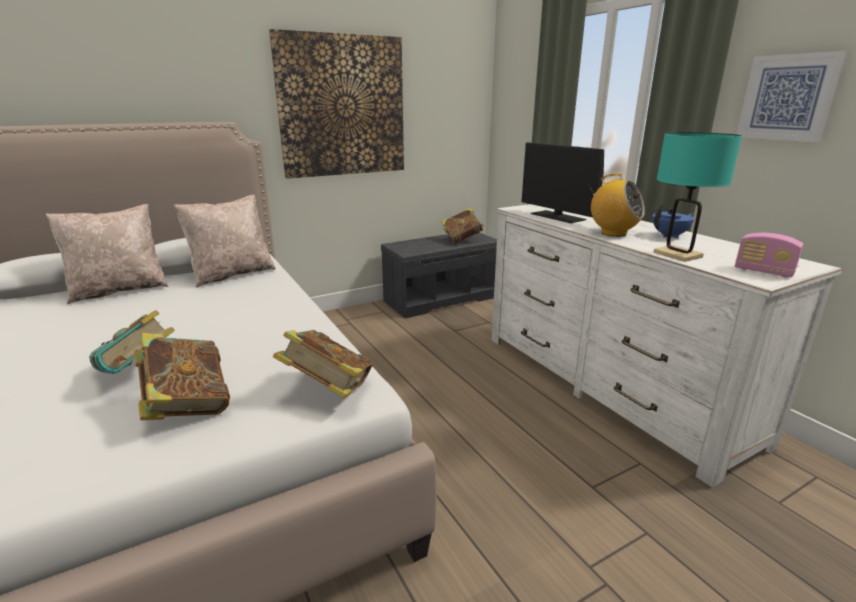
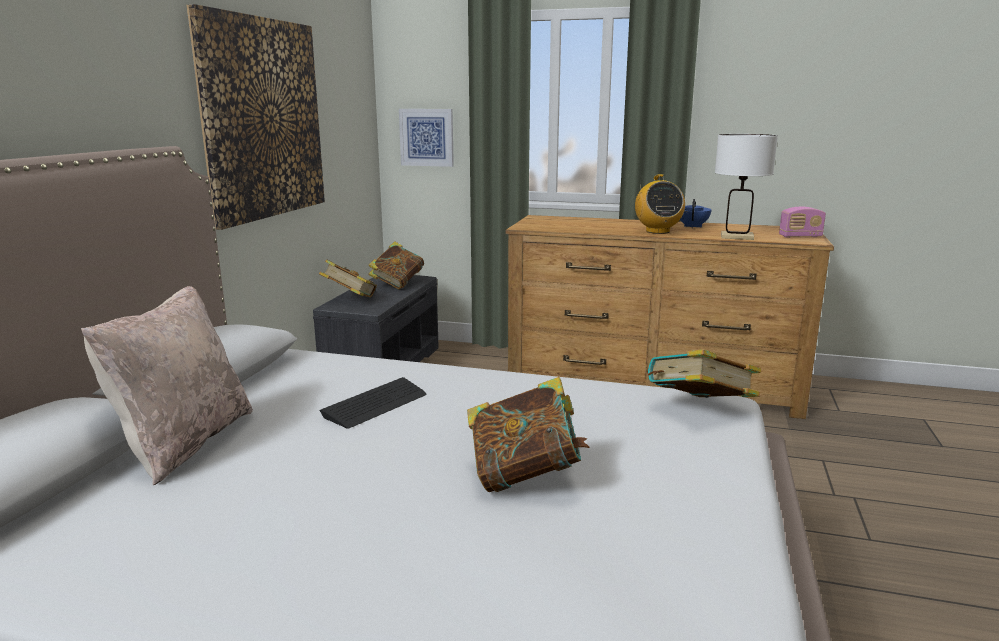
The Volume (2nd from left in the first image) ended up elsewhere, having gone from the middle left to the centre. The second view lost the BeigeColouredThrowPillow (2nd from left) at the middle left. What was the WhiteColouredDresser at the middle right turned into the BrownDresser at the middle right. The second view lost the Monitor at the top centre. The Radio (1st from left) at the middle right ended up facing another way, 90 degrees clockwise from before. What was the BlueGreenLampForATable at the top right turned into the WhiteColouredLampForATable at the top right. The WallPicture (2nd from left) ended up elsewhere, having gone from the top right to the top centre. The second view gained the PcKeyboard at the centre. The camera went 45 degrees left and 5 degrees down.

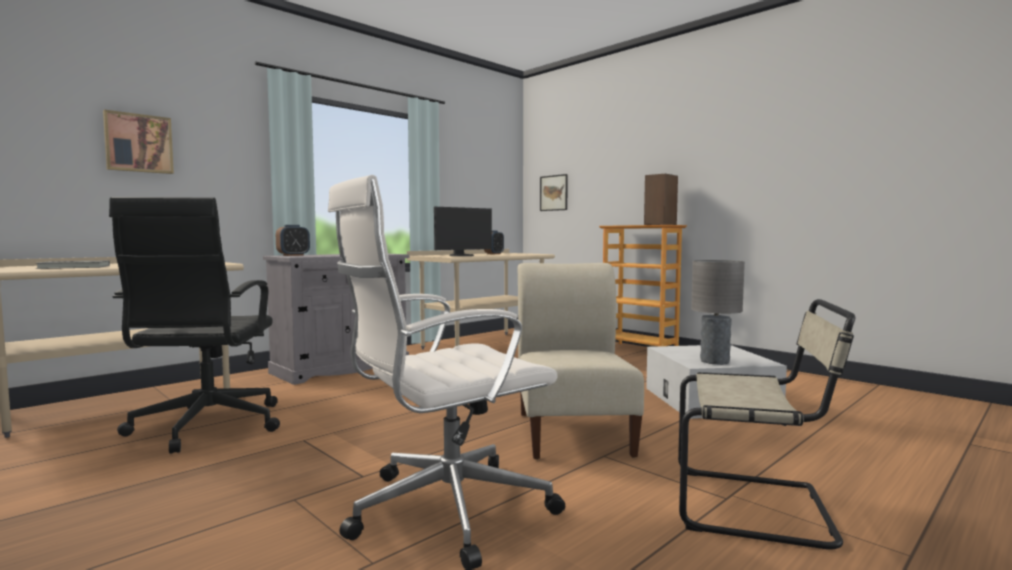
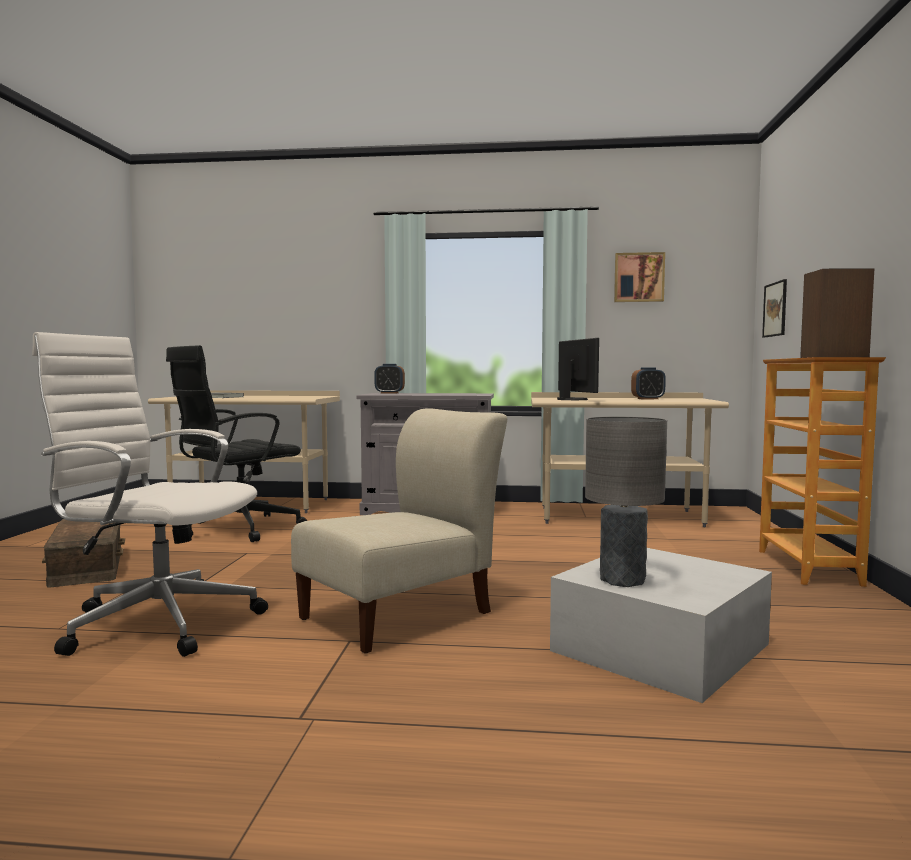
The WallPicture (1st from left) ended up elsewhere, having gone from the top left to the top right. The Monitor at the centre ended up facing another way, 120 degrees counterclockwise from before. The second view lost the BeigeColouredChair (2nd from left) at the bottom right. The second view gained the BrownStorageBox at the middle left. The camera went 50 degrees right and 0 degrees up.

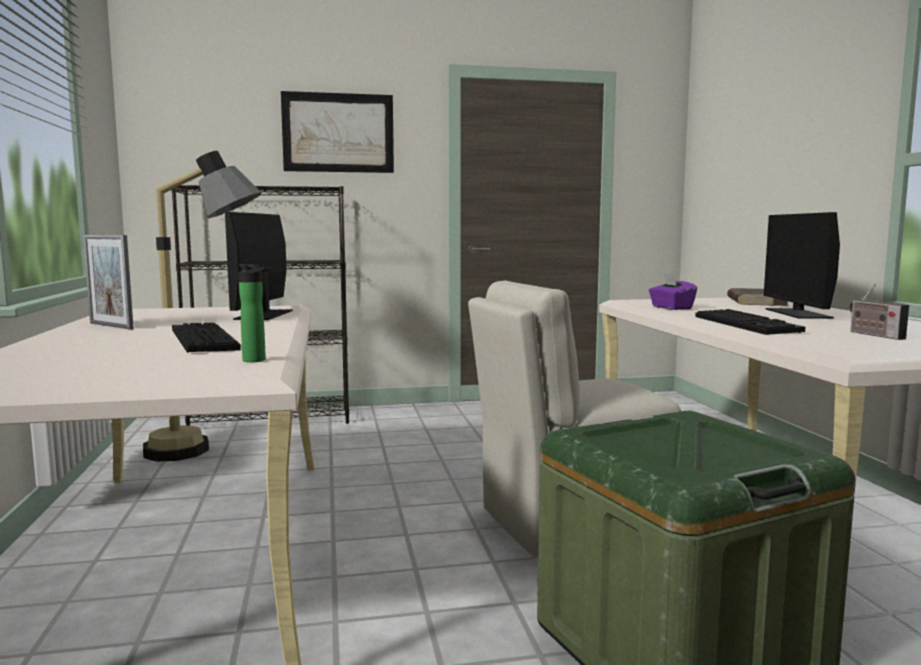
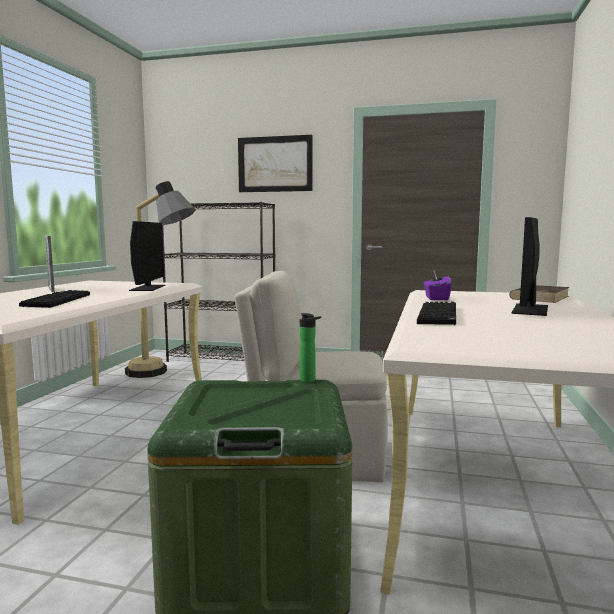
The Monitor (1st from left) at the middle left ended up facing another way, 150 degrees clockwise from before. The Bottle ended up elsewhere, having gone from the middle left to the centre. The second view lost the Radio at the middle right. The camera went 25 degrees right and 0 degrees up.

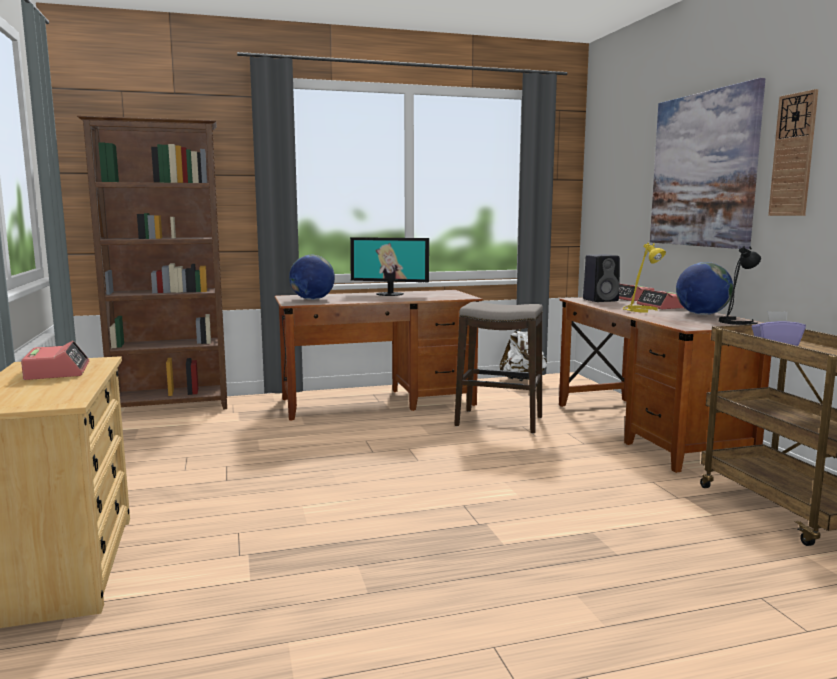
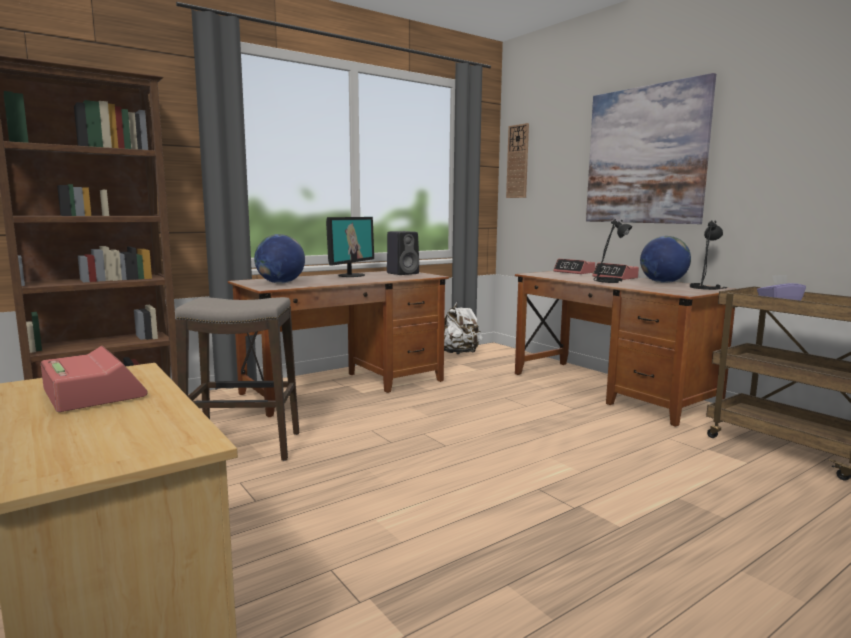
The Monitor at the centre ended up facing another way, 60 degrees counterclockwise from before. The StoolSeat ended up elsewhere, having gone from the centre to the middle left. The BlackColouredAudioSpeaker ended up elsewhere, having gone from the middle right to the centre. What was the YellowLampForATable at the middle right turned into the BlackColouredLampForATable (1st from left) at the middle right. The HangingClock ended up elsewhere, having gone from the top right to the top centre. The camera went 20 degrees left and 0 degrees up.

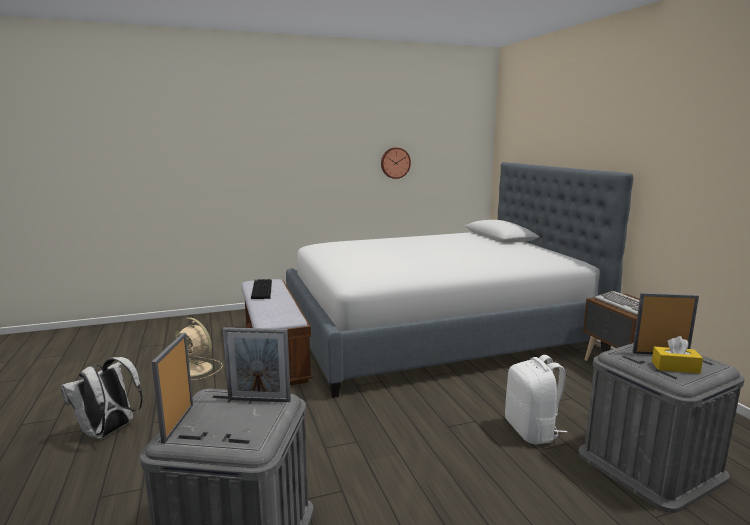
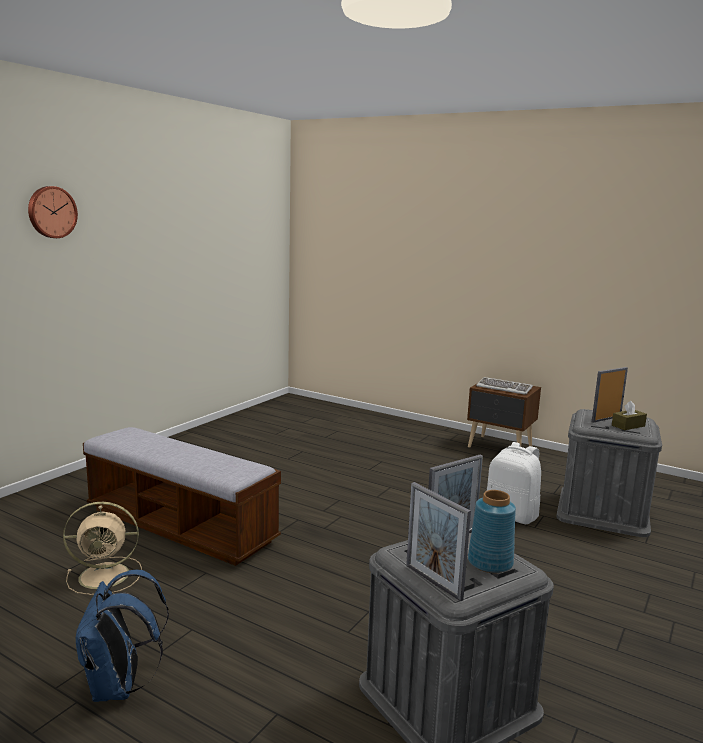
What was the WhiteColouredBackpack (1st from left) at the bottom left turned into the BlueColouredBackpack at the bottom left. The second view lost the PcKeyboard (1st from left) at the centre. The second view lost the SleepingBed at the centre. The HangingClock ended up elsewhere, having gone from the top centre to the top left. What was the YellowTissueHolder at the bottom right turned into the BrownTissueHolder at the middle right. The second view gained the BlueColouredVase at the bottom right. The camera went 40 degrees left and 0 degrees up.

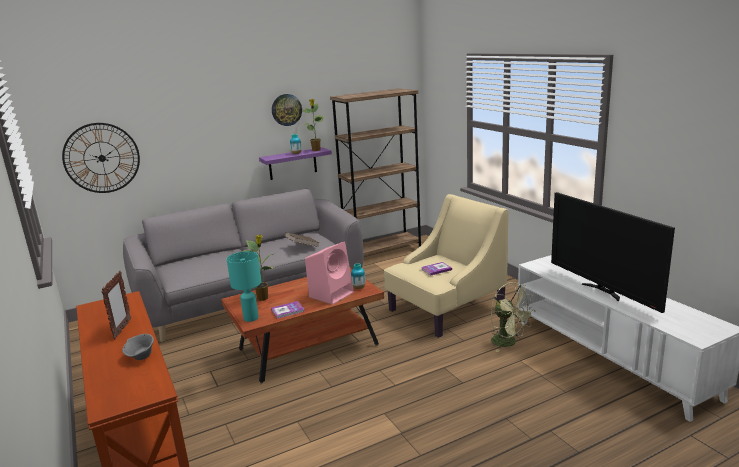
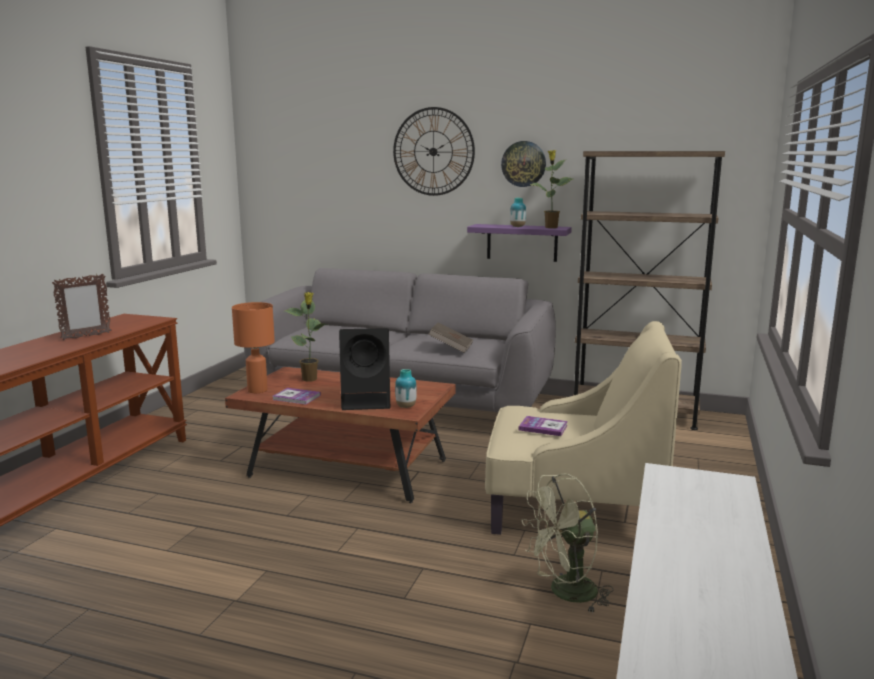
The HangingClock (1st from left) ended up elsewhere, having gone from the middle left to the top centre. The second view lost the GreyDeepDish at the bottom left. What was the BlueGreenLampForATable at the middle left turned into the OrangeyLampForATable at the middle left. What was the PinkAudioSpeaker at the centre turned into the BlackColouredAudioSpeaker at the centre. The GreenCoolingFan at the bottom right ended up facing another way, 60 degrees clockwise from before. The second view lost the Tv at the middle right. The camera went 45 degrees right and 5 degrees down.

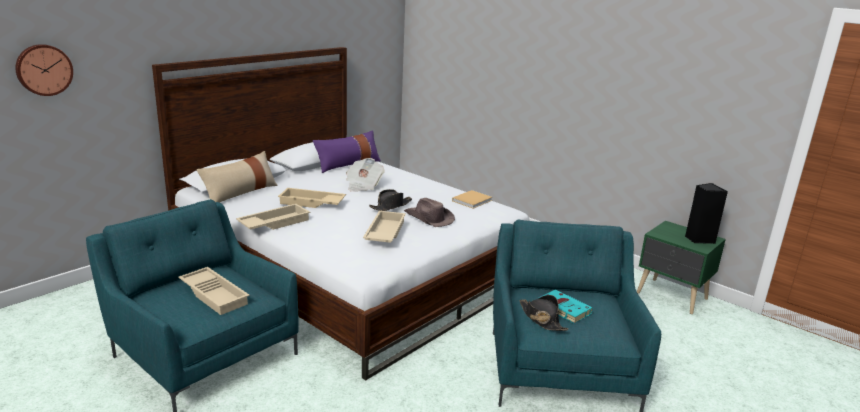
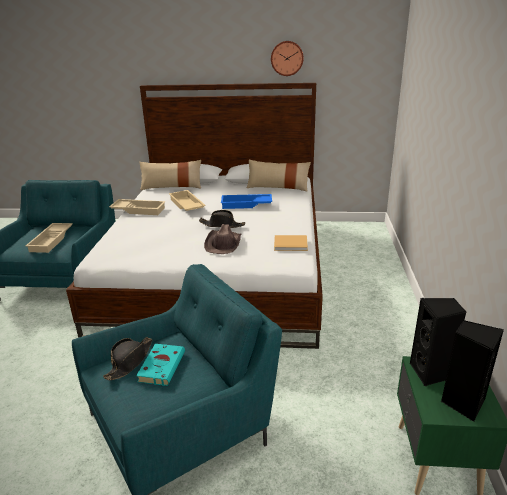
The HangingClock ended up elsewhere, having gone from the top left to the top centre. What was the PurpleColouredThrowPillow at the centre turned into the BeigeColouredThrowPillow (2nd from left) at the centre. Where the PrintedPaper stood at the centre, the BlueColouredServingTray came to stand at the centre. The second view lost the BeigeColouredServingTray (4th from left) at the centre. The second view gained the BlackColouredAudioSpeaker (1st from left) at the bottom right. The camera went 55 degrees right and 5 degrees up.

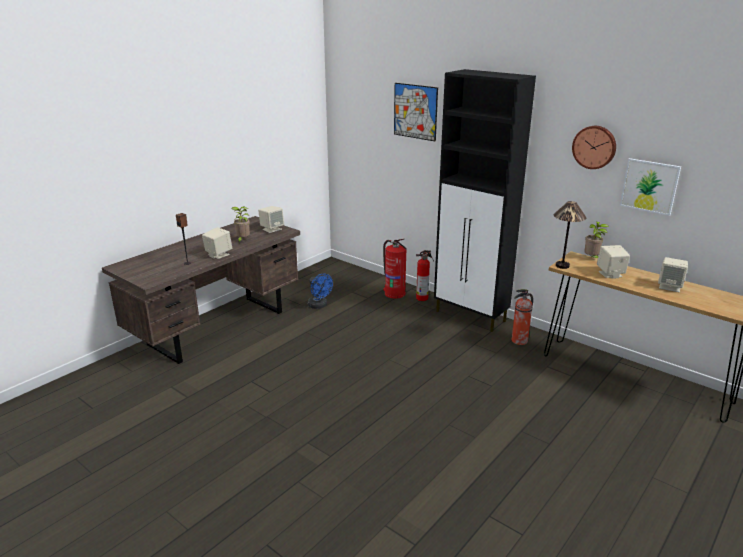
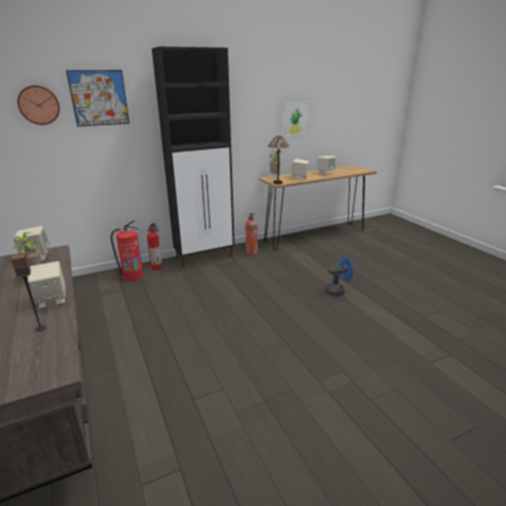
The BlueColouredCoolingFan ended up elsewhere, having gone from the centre to the middle right. The HangingClock ended up elsewhere, having gone from the top right to the top left. The camera went 65 degrees left and 0 degrees up.

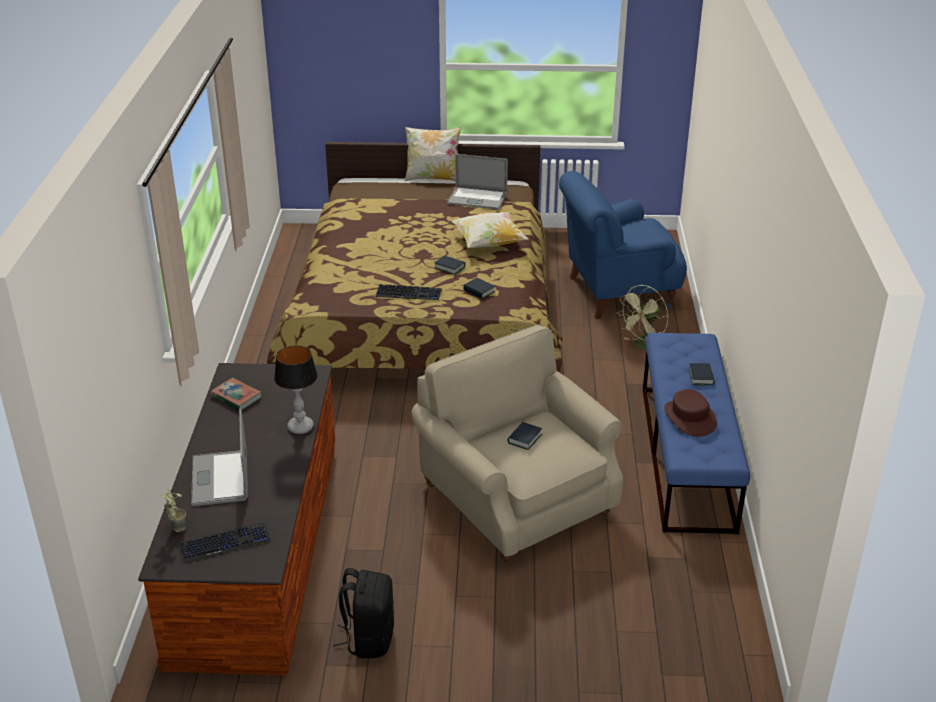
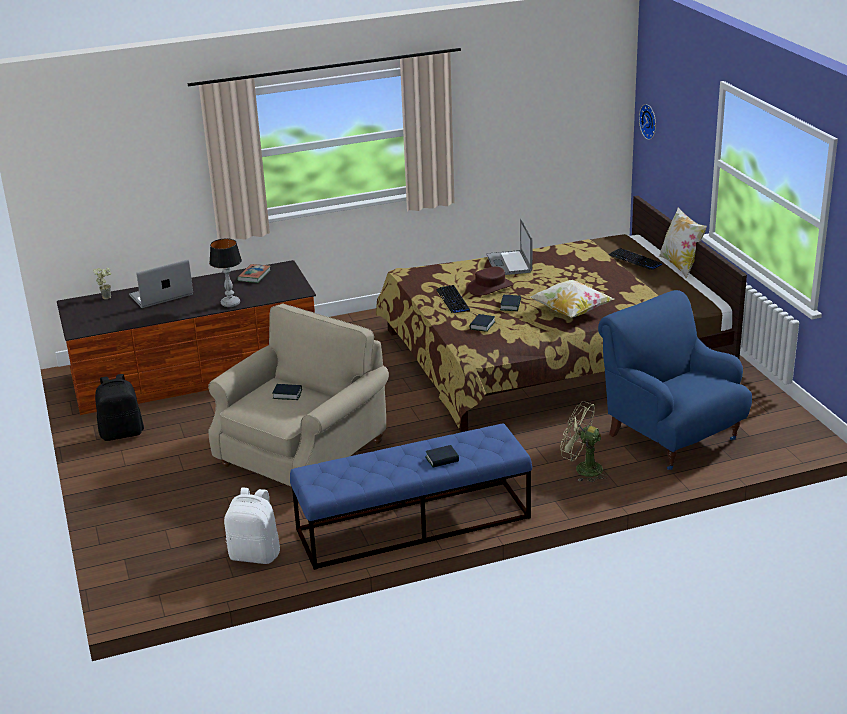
The PcKeyboard (1st from left in the first image) ended up elsewhere, having gone from the bottom left to the middle right. The NotebookComputer (2nd from left) ended up elsewhere, having gone from the top centre to the centre. The BrownWearableHat ended up elsewhere, having gone from the middle right to the centre. The second view gained the WhiteColouredBackpack at the bottom left. The second view gained the HangingClock at the top right. The camera went 70 degrees right and 5 degrees down.

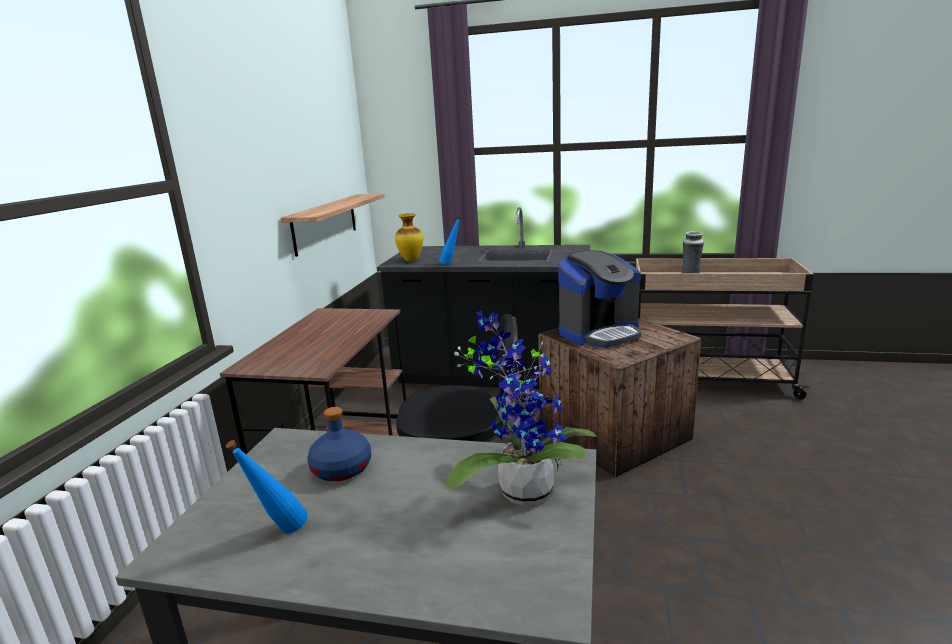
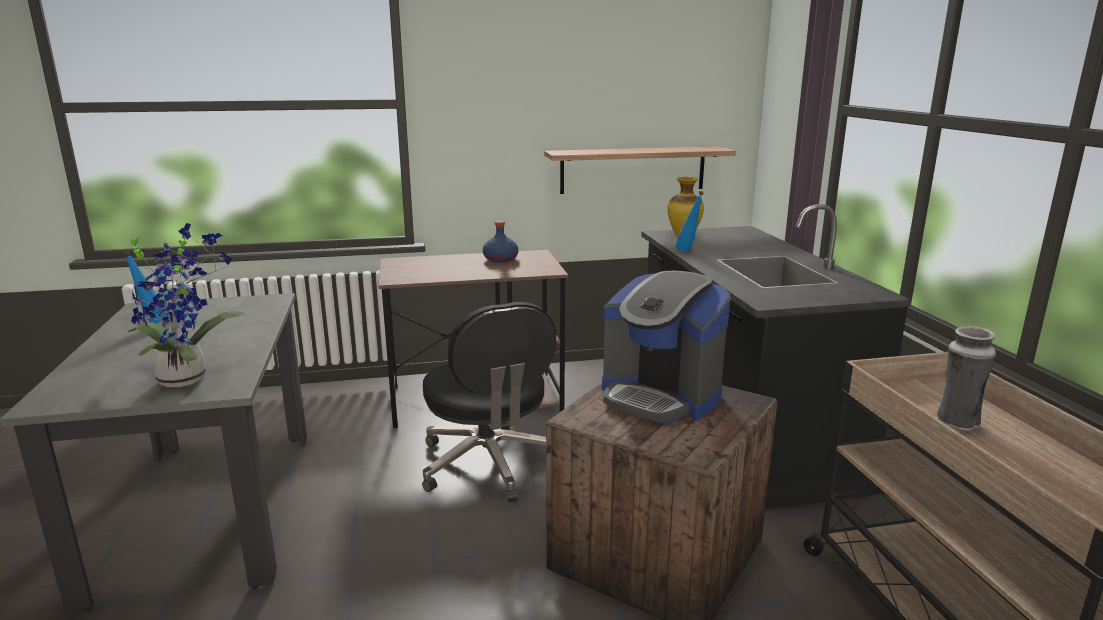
The BlueColouredBottle (2nd from left) ended up elsewhere, having gone from the bottom centre to the centre. The camera went 65 degrees right and 0 degrees up.

